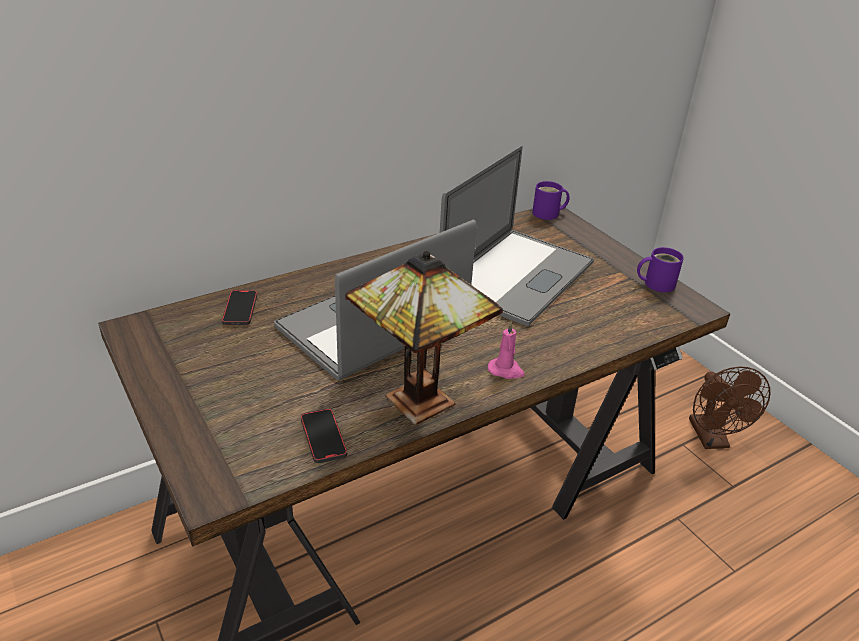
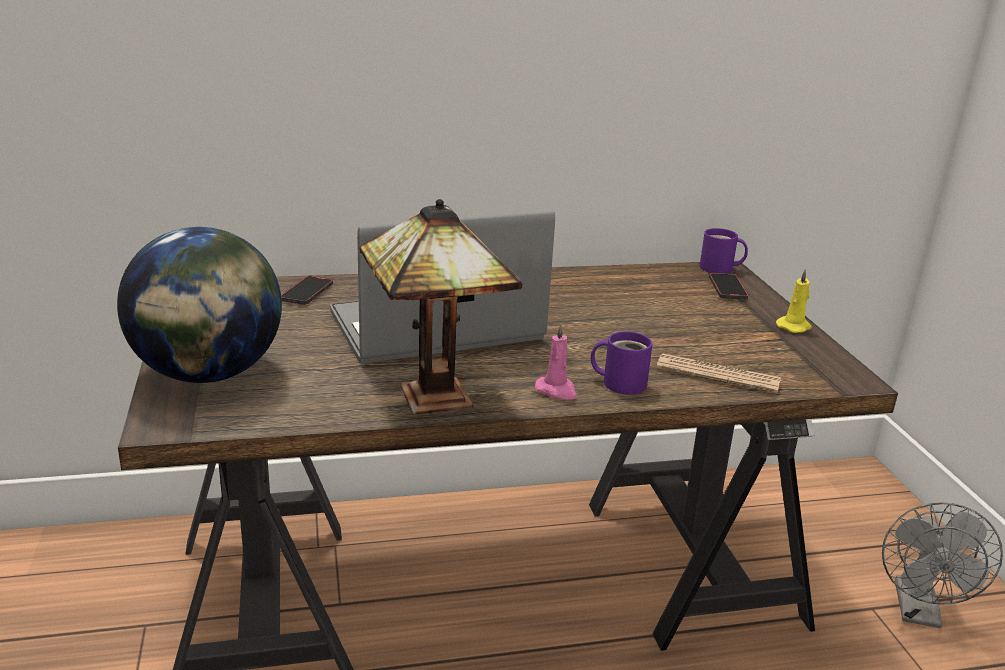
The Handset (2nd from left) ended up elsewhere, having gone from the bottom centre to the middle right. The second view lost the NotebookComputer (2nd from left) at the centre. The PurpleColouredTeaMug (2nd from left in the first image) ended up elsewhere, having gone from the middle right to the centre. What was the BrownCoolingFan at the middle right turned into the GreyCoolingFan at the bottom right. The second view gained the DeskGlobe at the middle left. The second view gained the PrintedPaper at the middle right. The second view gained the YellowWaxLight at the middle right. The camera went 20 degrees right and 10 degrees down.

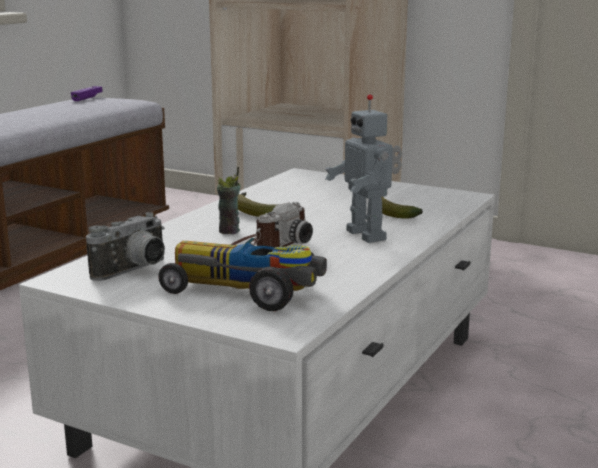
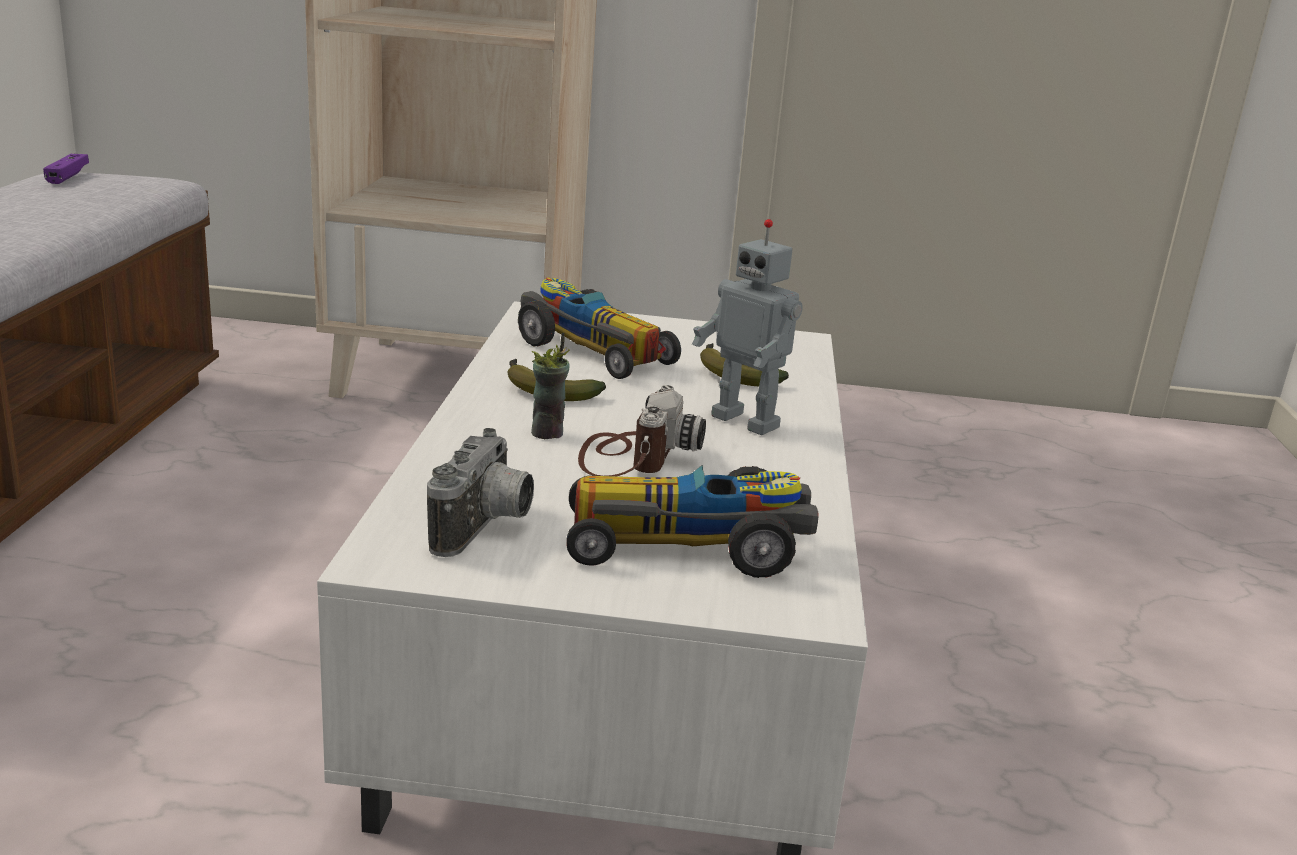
The second view gained the ToyCar (1st from left) at the centre. The camera went 25 degrees left and 5 degrees up.

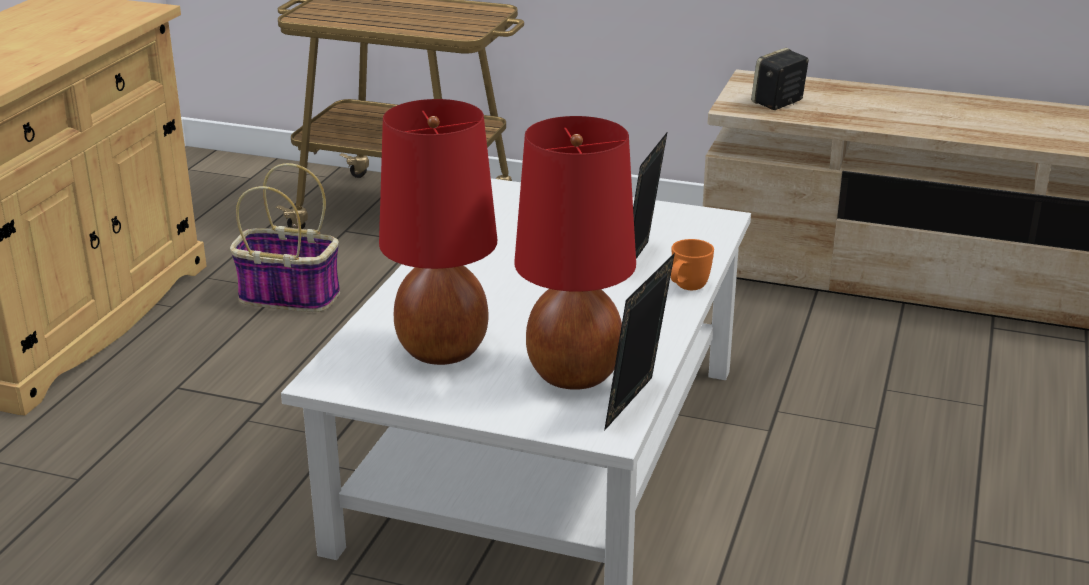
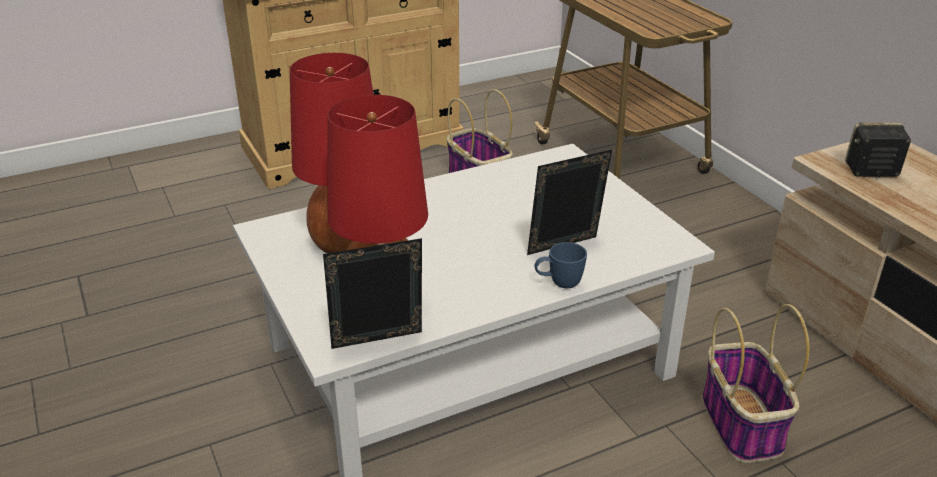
What was the OrangeyTeaMug at the centre turned into the BlueColouredTeaMug at the centre. The second view gained the HouseholdBasket (2nd from left) at the bottom right. The camera went 45 degrees right and 5 degrees up.

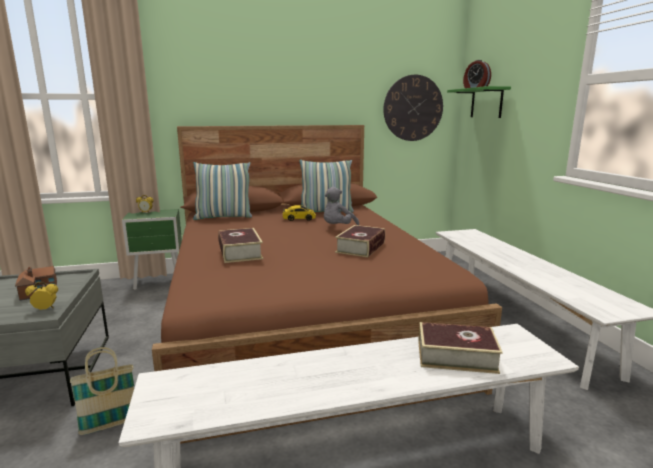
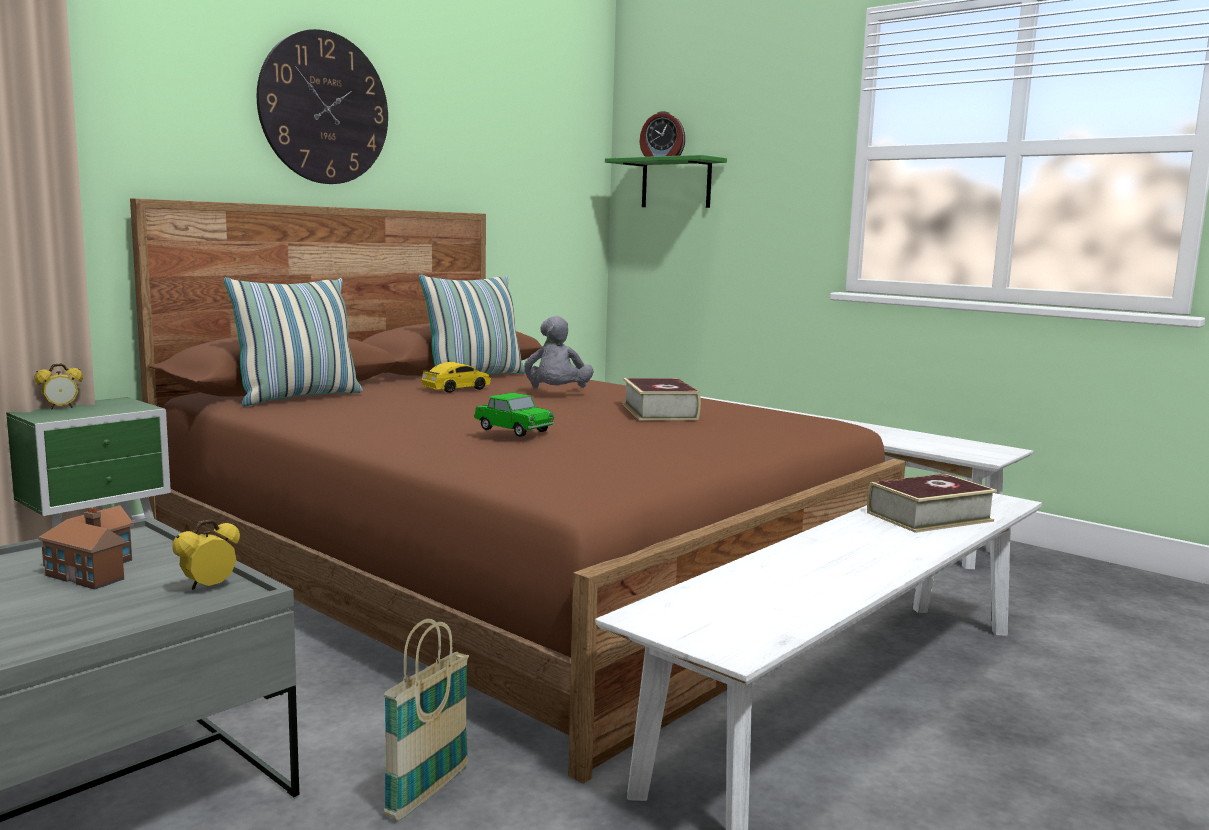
Where the Volume (1st from left) stood at the centre, the ToyCar (2nd from left) came to stand at the centre. The HangingClock ended up elsewhere, having gone from the top centre to the top left. The camera went 35 degrees left and 5 degrees down.

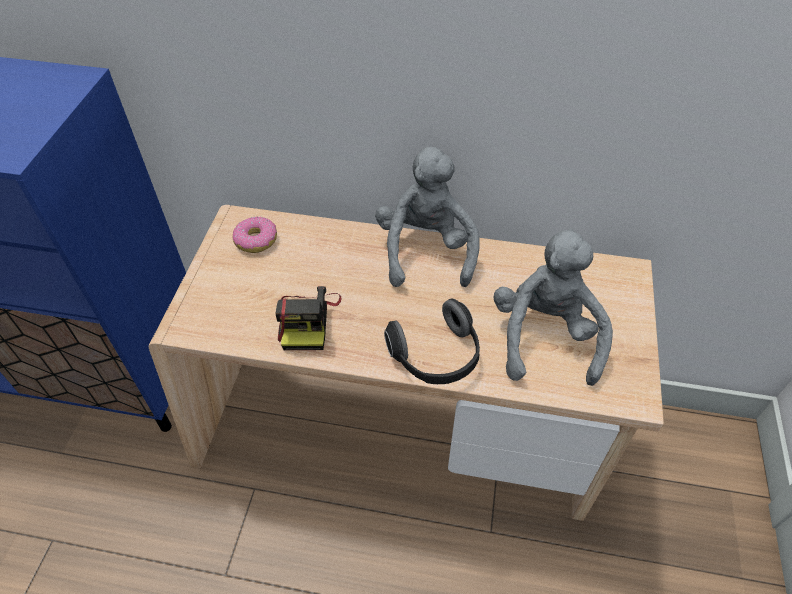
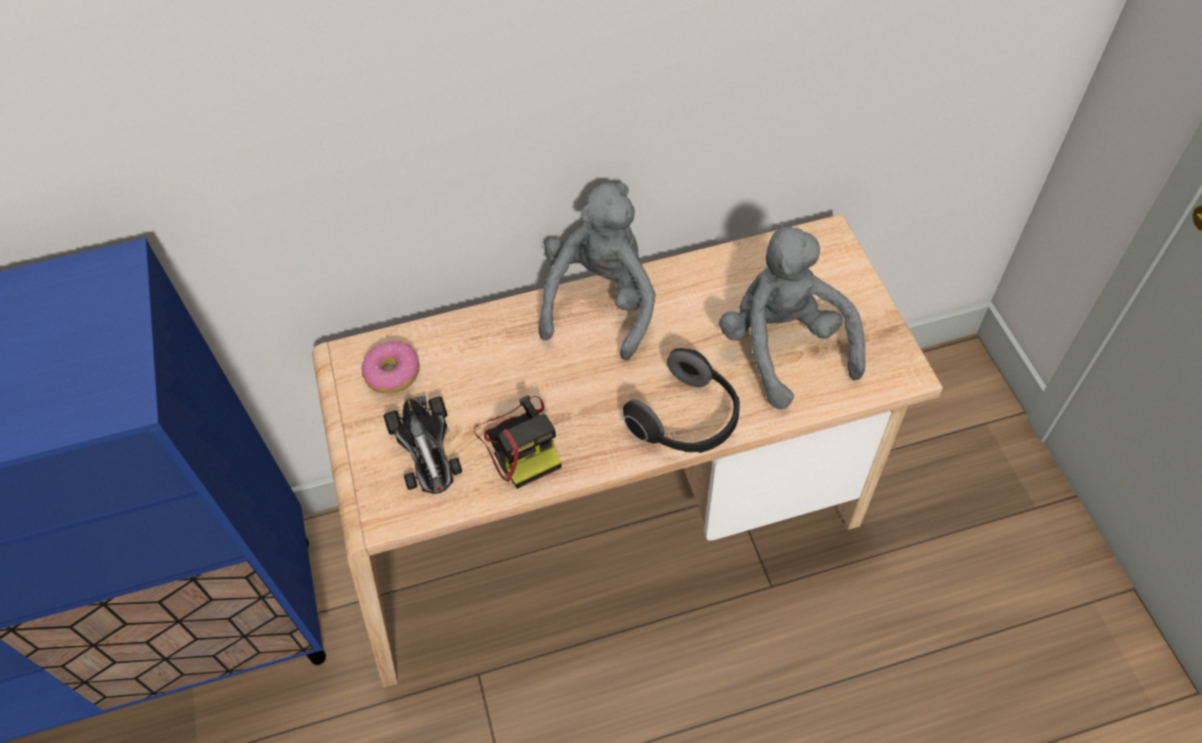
The GreyCuddlyToy (1st from left) at the centre ended up facing another way, 45 degrees clockwise from before. The second view gained the ToyCar at the centre. The camera went 25 degrees left and 5 degrees up.

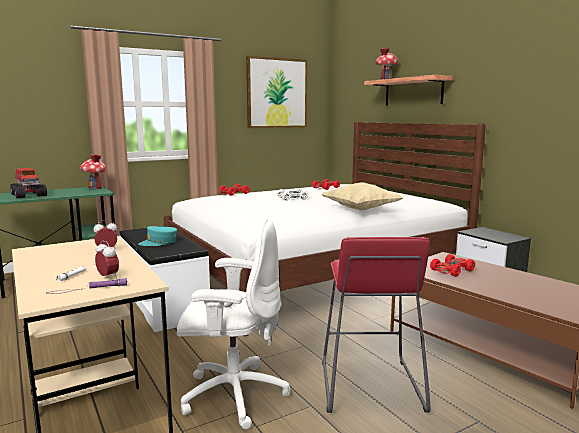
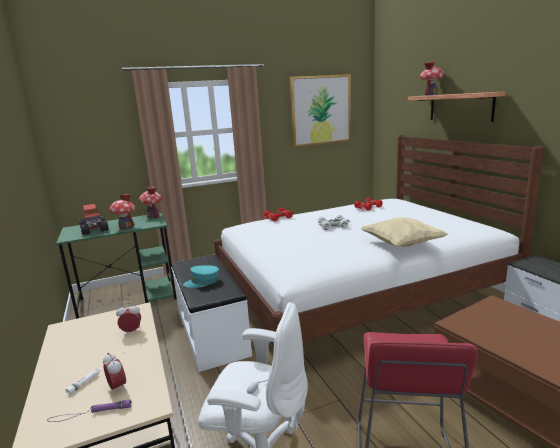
The second view lost the ReddishToyCar (3rd from left) at the middle right. The second view gained the MiniatureHouse (1st from left) at the middle left. The camera went 10 degrees right and 5 degrees up.

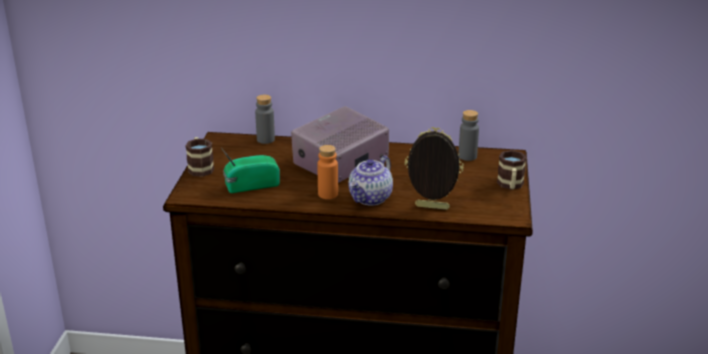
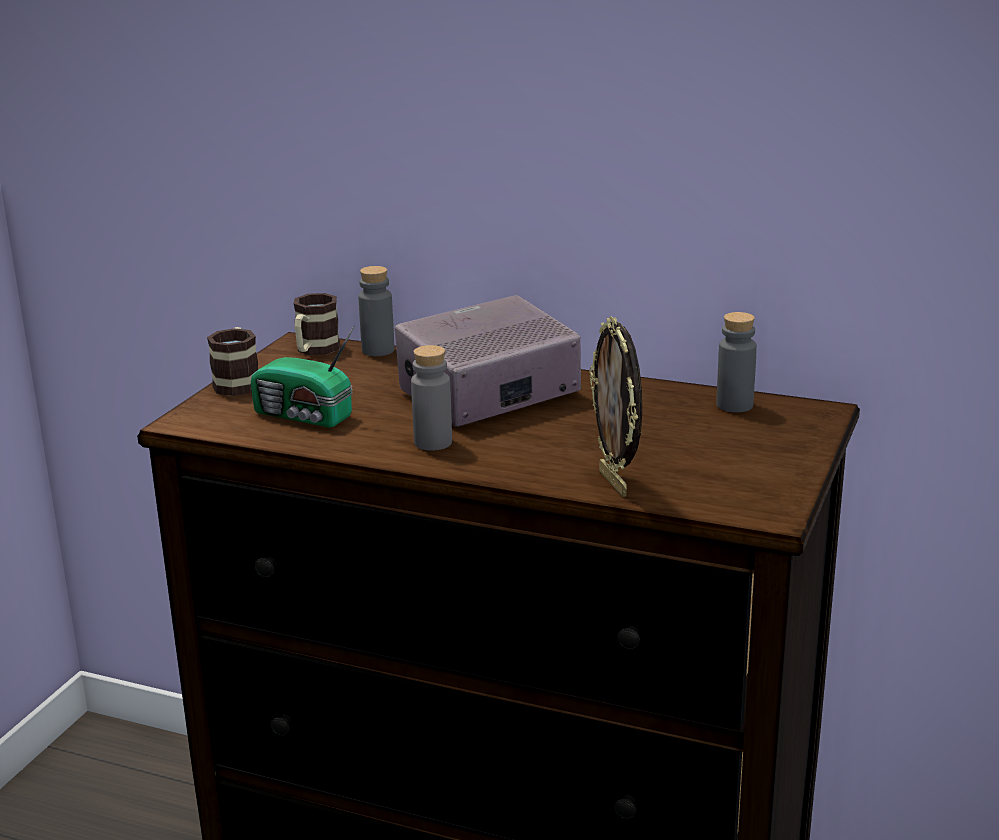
The Radio (1st from left) at the centre ended up facing another way, 150 degrees counterclockwise from before. What was the OrangeyBottle at the centre turned into the GreyBottle (2nd from left) at the centre. The second view lost the PotForTea at the centre. The PhotoFrame at the centre ended up facing another way, 135 degrees counterclockwise from before. The TeaMug (2nd from left) ended up elsewhere, having gone from the middle right to the middle left. The camera went 15 degrees right and 5 degrees down.

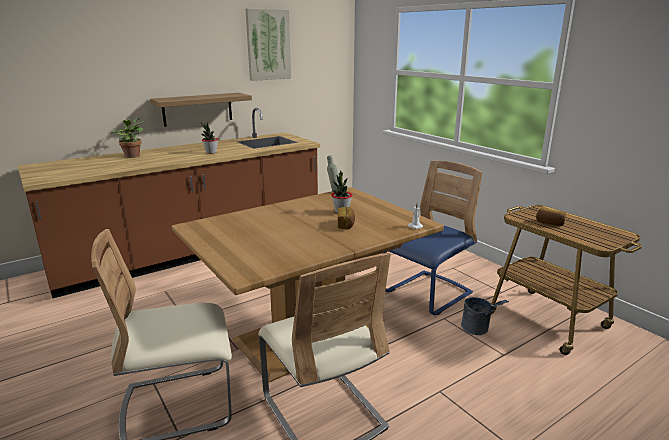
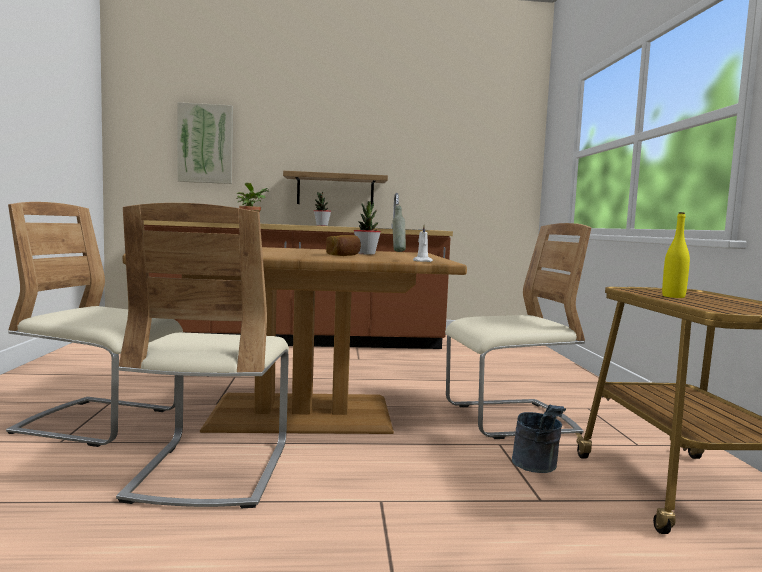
The WallPicture ended up elsewhere, having gone from the top centre to the top left. What was the BlueColouredChair at the centre turned into the BeigeColouredChair (3rd from left) at the middle right. Where the BakedBread (2nd from left) stood at the middle right, the YellowBottle came to stand at the middle right. The camera went 30 degrees right and 15 degrees down.

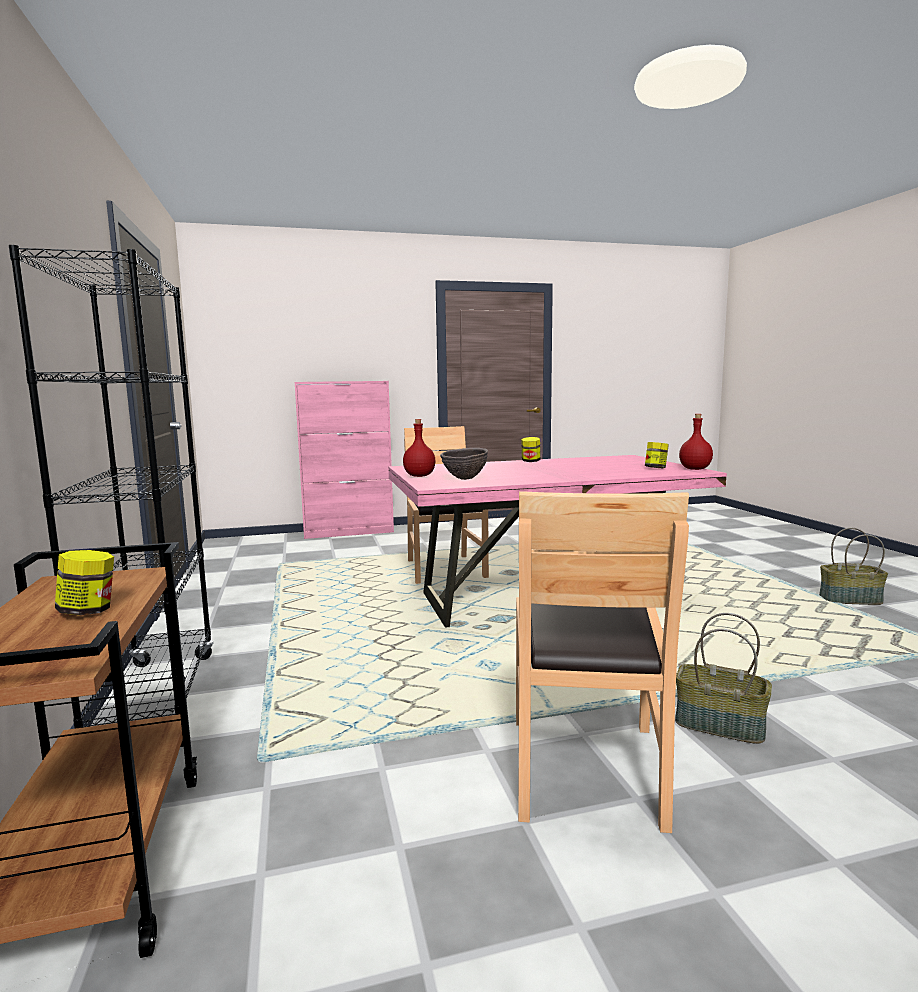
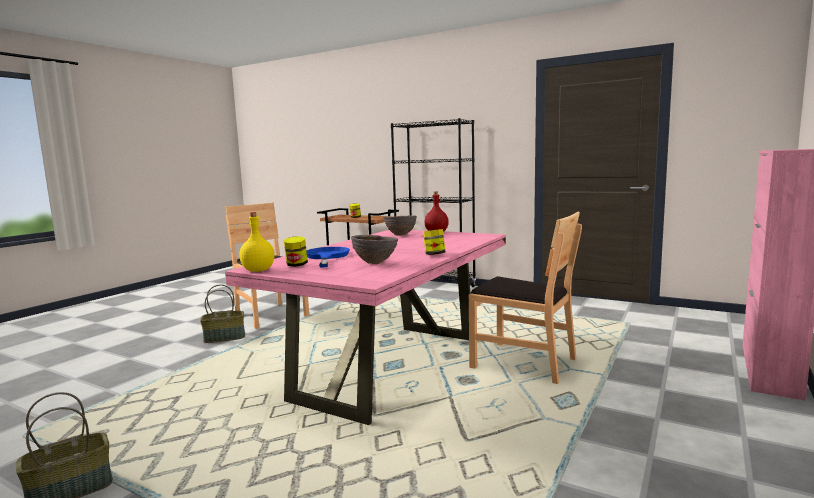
What was the ReddishBottle (2nd from left) at the middle right turned into the YellowBottle at the middle left. The second view gained the BlueColouredFryingPan at the centre. The second view gained the BrownDeepDish (1st from left) at the centre. The camera went 135 degrees right and 0 degrees up.

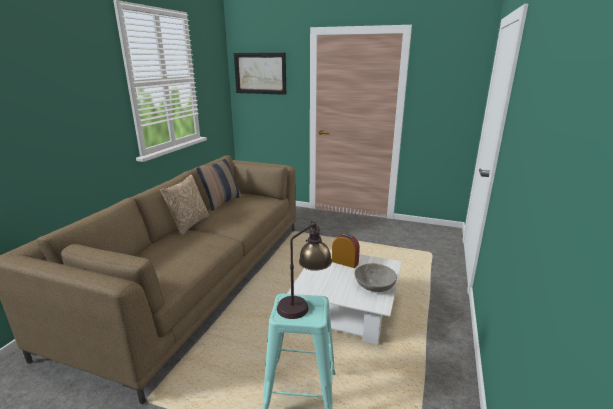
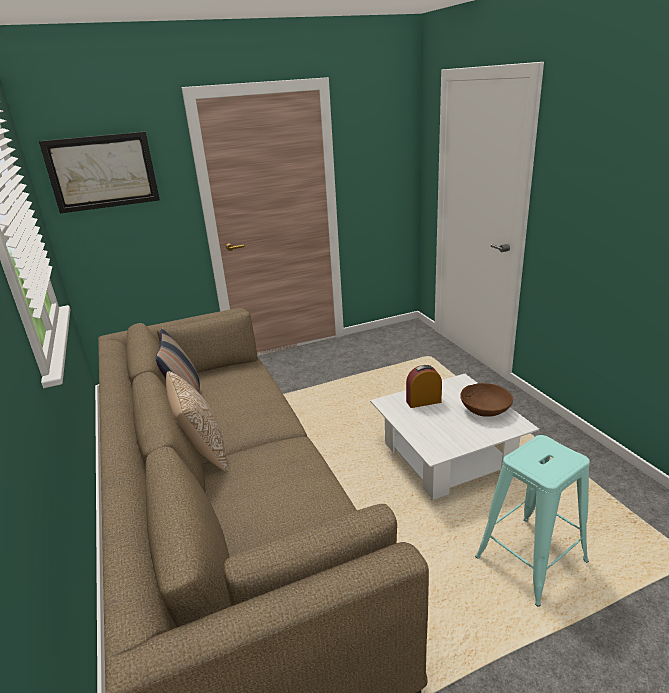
The second view lost the LampForATable at the centre. What was the GreyDeepDish at the bottom centre turned into the BrownDeepDish at the middle right. The camera went 40 degrees left and 5 degrees up.

